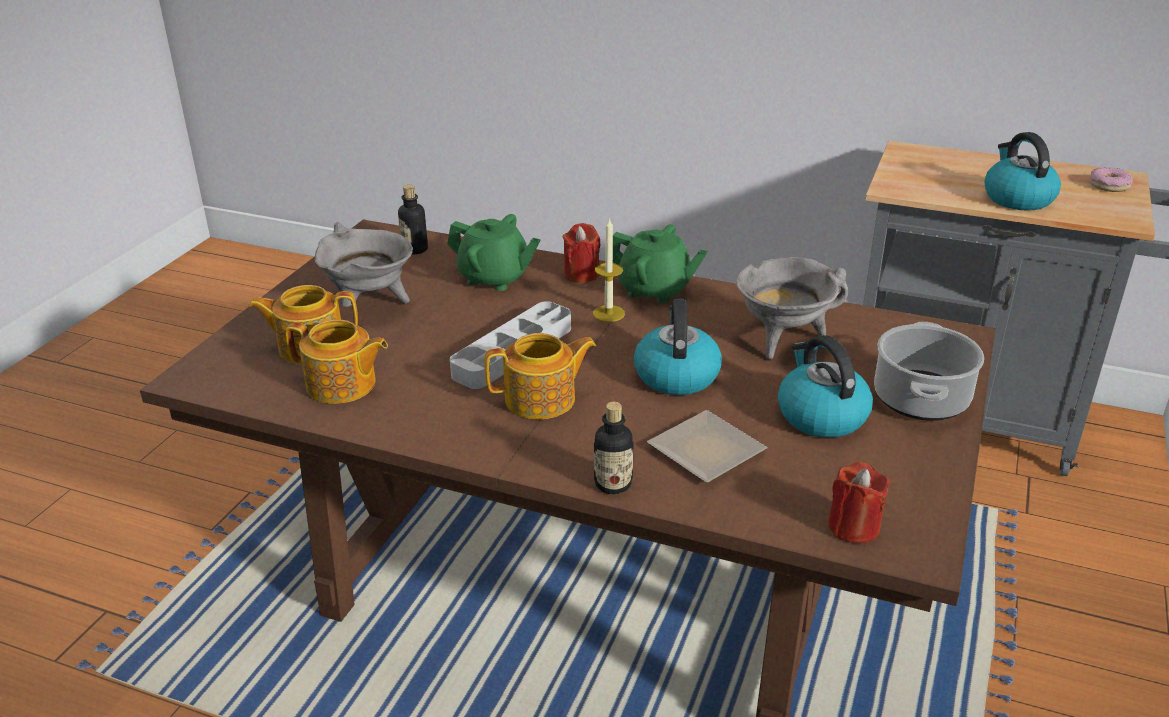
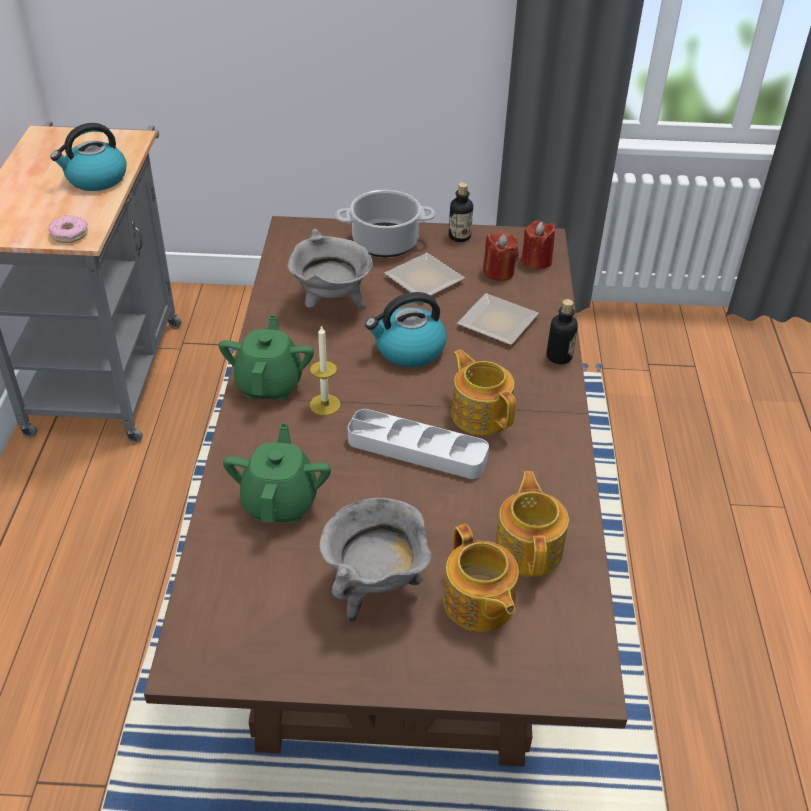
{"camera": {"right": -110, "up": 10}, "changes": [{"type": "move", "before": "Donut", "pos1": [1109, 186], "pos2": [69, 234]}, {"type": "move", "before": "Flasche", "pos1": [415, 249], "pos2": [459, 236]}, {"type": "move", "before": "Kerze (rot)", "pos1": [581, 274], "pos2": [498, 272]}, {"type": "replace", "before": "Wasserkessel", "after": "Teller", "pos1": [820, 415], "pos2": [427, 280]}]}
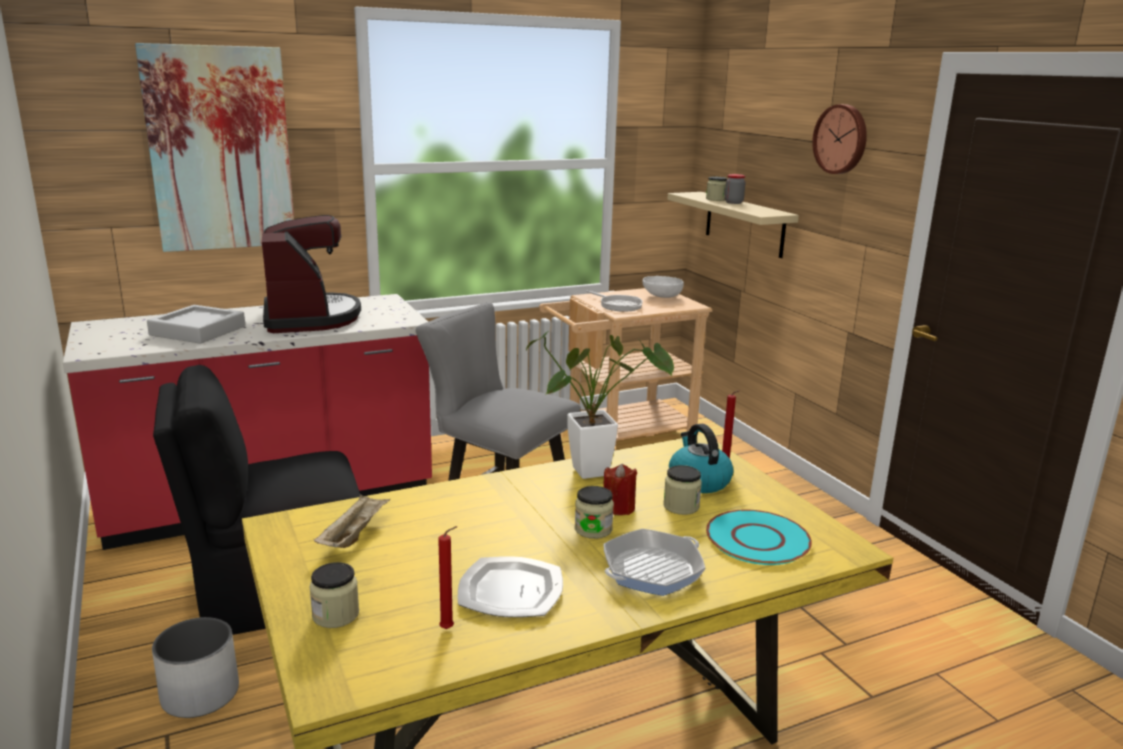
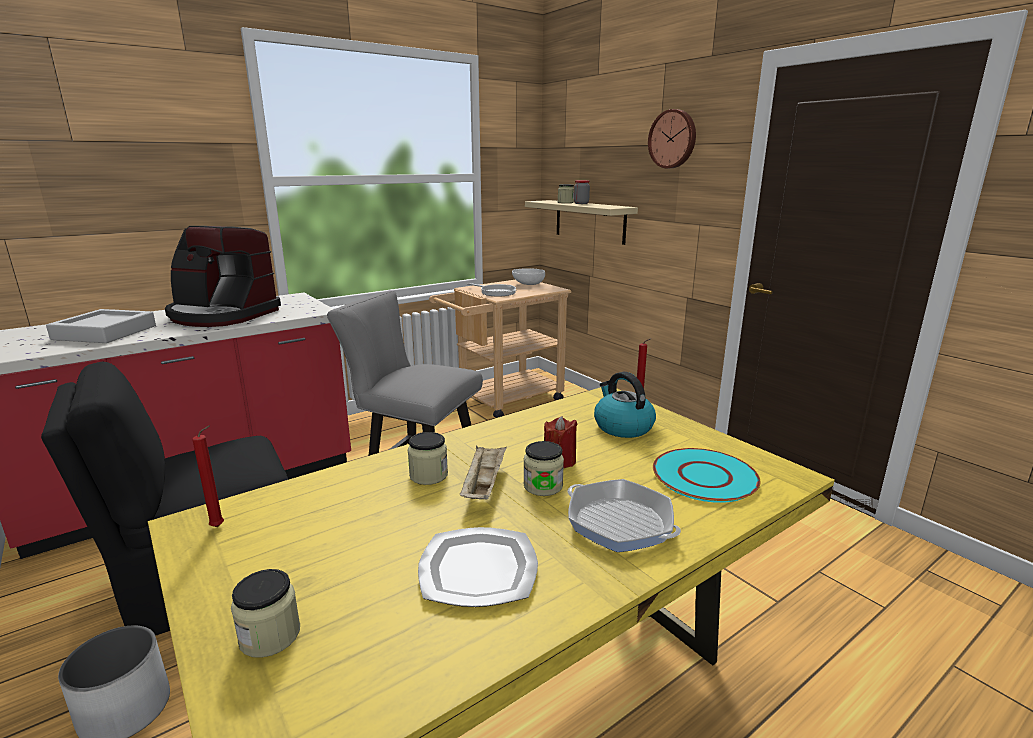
{"camera": {"right": -10, "up": 0}, "changes": [{"type": "delete", "before": "Bild", "pos1": [220, 149]}, {"type": "rotate", "before": "Kaffeemaschine", "pos1": [310, 318], "pos2": [222, 315], "turn": 135}, {"type": "delete", "before": "Topfpflanze", "pos1": [599, 471]}, {"type": "move", "before": "Vorratsglas", "pos1": [681, 506], "pos2": [428, 475]}, {"type": "move", "before": "Tablett (beige)", "pos1": [353, 535], "pos2": [484, 485]}, {"type": "move", "before": "Kerze (rot)", "pos1": [449, 629], "pos2": [220, 526]}, {"type": "rotate", "before": "Pfanne", "pos1": [652, 570], "pos2": [619, 522], "turn": -90}]}
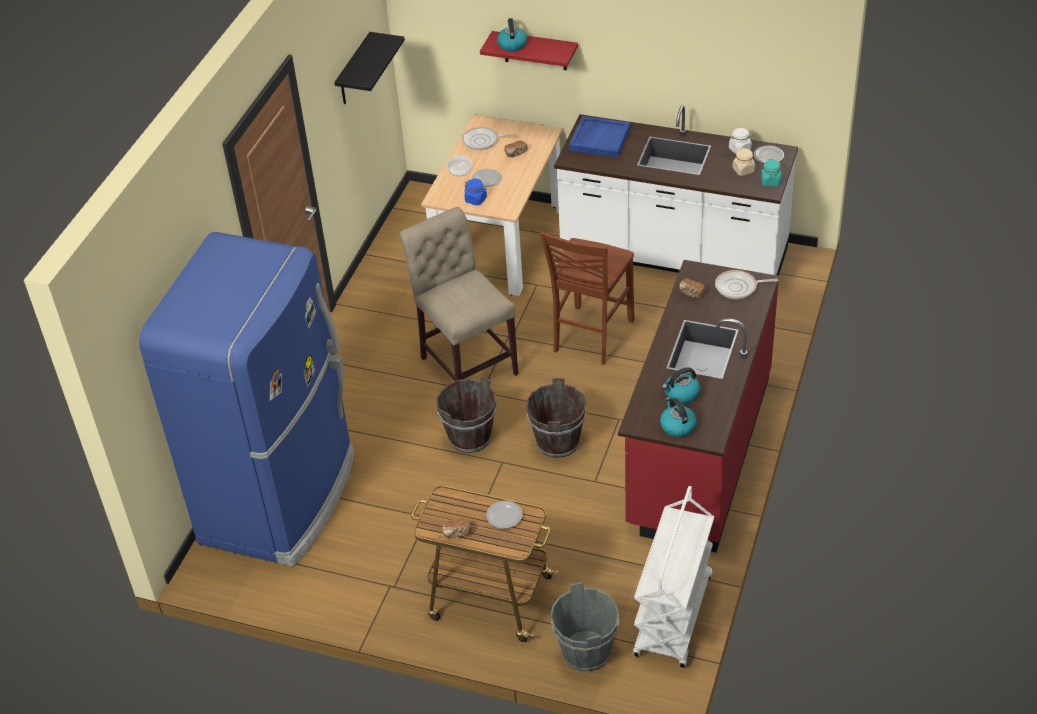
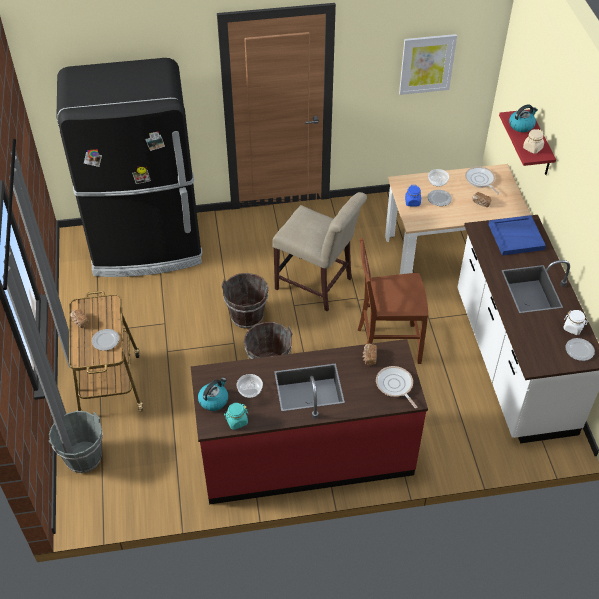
{"camera": {"right": 60, "up": 5}, "changes": [{"type": "replace", "before": "Wandregal (schwarz)", "after": "Bild", "pos1": [354, 71], "pos2": [427, 64]}, {"type": "move", "before": "Vorratsglas (beige)", "pos1": [743, 170], "pos2": [532, 148]}, {"type": "move", "before": "Vorratsglas (türkis)", "pos1": [770, 182], "pos2": [236, 421]}, {"type": "rotate", "before": "Stuhl (beige)", "pos1": [466, 362], "pos2": [317, 285], "turn": 90}, {"type": "recolor", "before": "Kühlschrank (blau)", "after": "Kühlschrank (schwarz)", "pos1": [281, 498], "pos2": [147, 246]}, {"type": "replace", "before": "Wasserkessel", "after": "Schüssel", "pos1": [681, 394], "pos2": [250, 390]}, {"type": "delete", "before": "Rollwagen (weiß)", "pos1": [674, 617]}]}
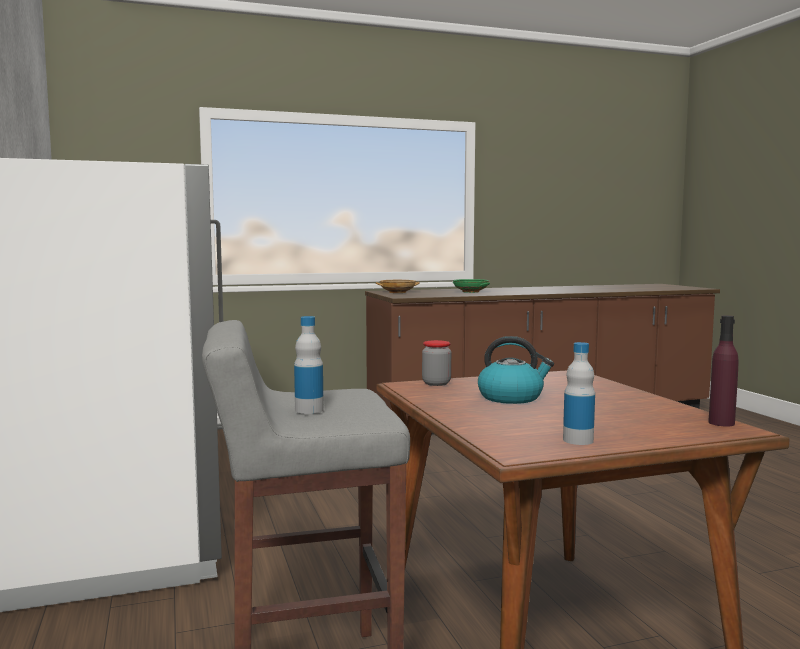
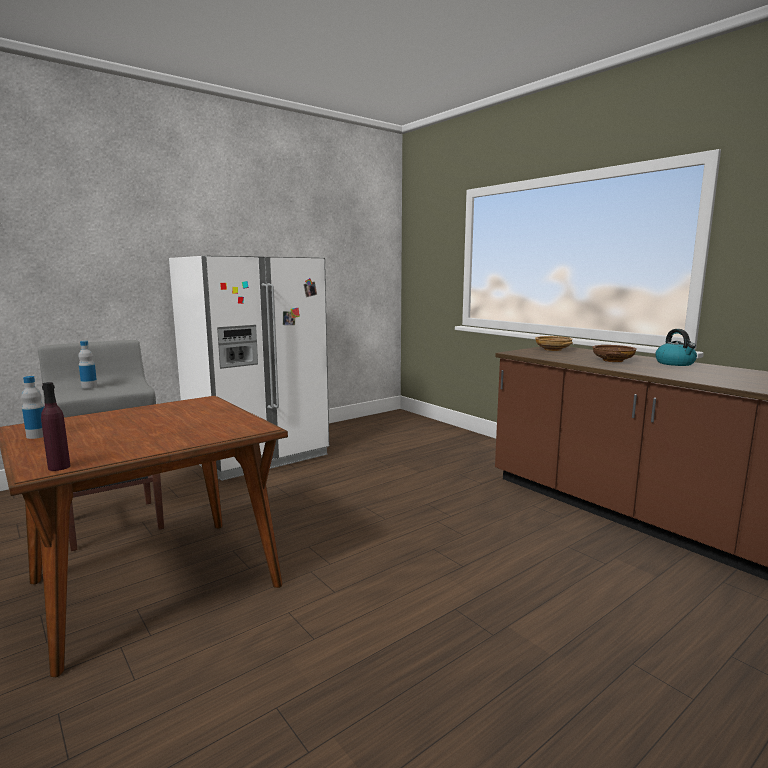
{"camera": {"right": 70, "up": 5}, "changes": [{"type": "recolor", "before": "Schüssel (grün)", "after": "Schüssel (braun)", "pos1": [470, 292], "pos2": [612, 360]}, {"type": "move", "before": "Wasserkessel", "pos1": [511, 397], "pos2": [675, 363]}, {"type": "delete", "before": "Vorratsglas", "pos1": [436, 383]}]}
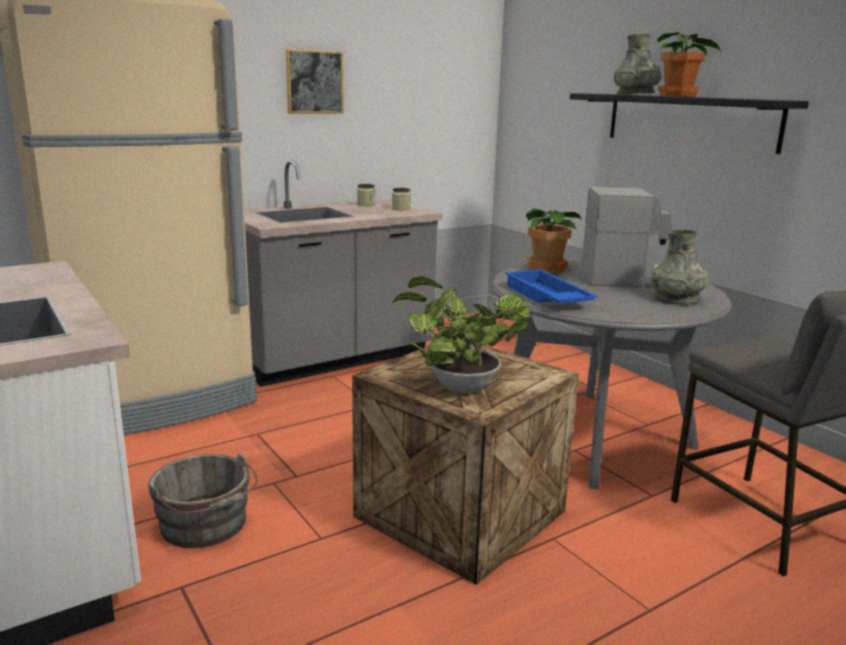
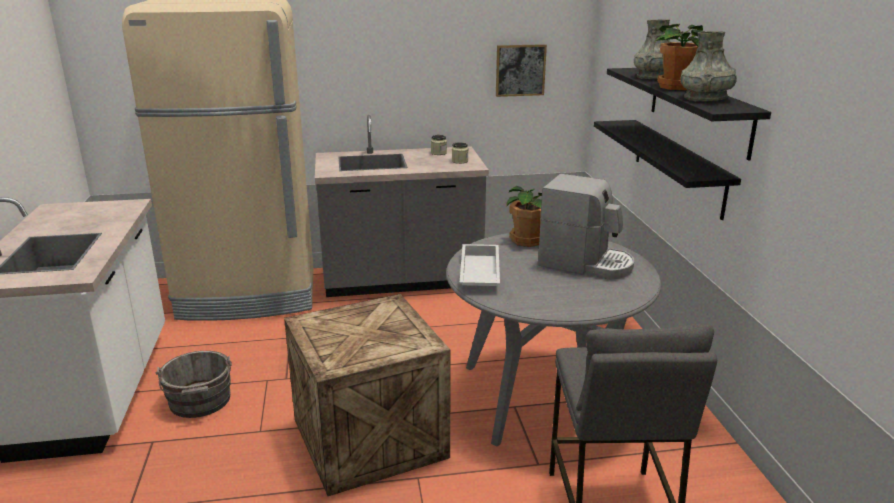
{"camera": {"right": 25, "up": 5}, "changes": [{"type": "move", "before": "Bild", "pos1": [314, 82], "pos2": [520, 70]}, {"type": "move", "before": "Vase (grau)", "pos1": [676, 298], "pos2": [705, 98]}, {"type": "recolor", "before": "Tablett (blau)", "after": "Tablett (weiß)", "pos1": [545, 297], "pos2": [478, 273]}, {"type": "delete", "before": "Topfpflanze", "pos1": [457, 386]}, {"type": "insert", "after": "Wandregal (schwarz)", "pos2": [678, 166]}]}
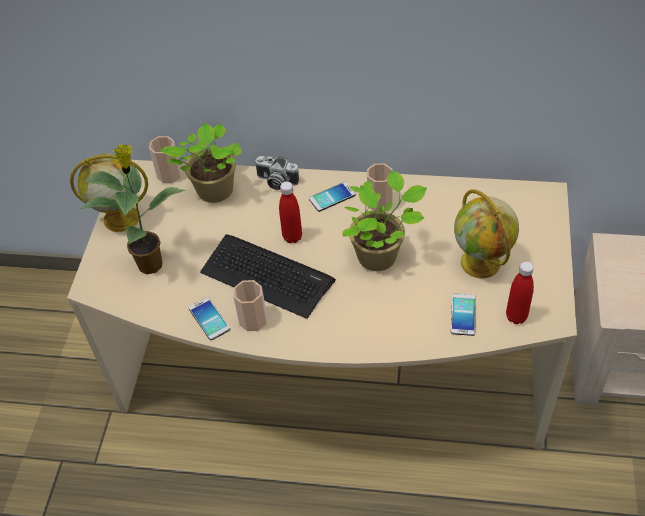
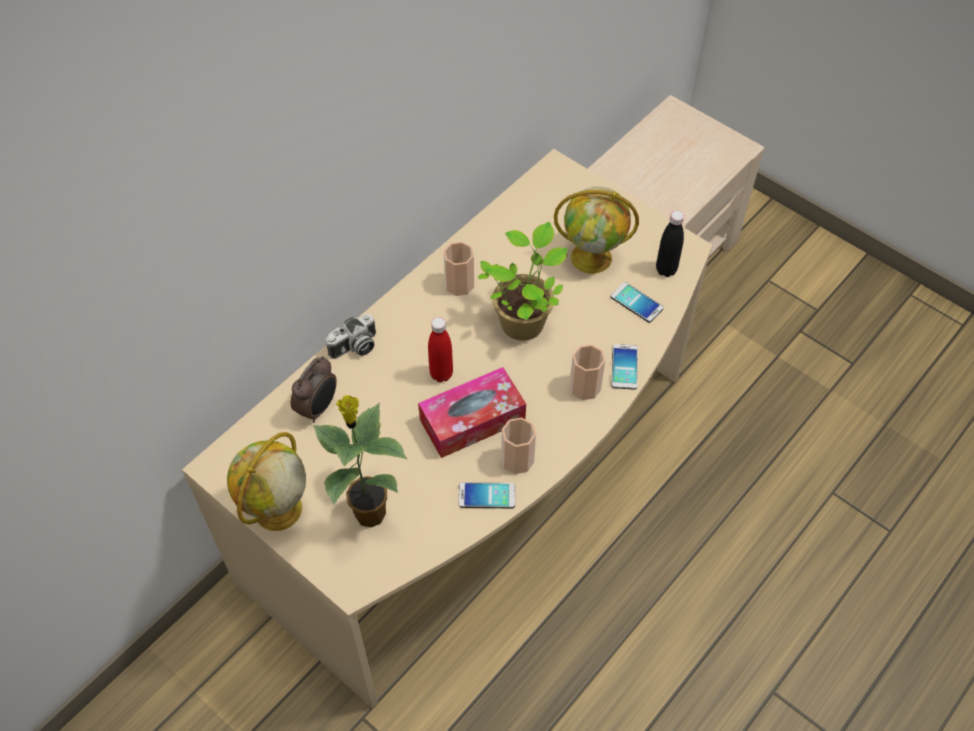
{"camera": {"right": -60, "up": 5}, "changes": [{"type": "replace", "before": "Topfpflanze", "after": "Wecker", "pos1": [213, 192], "pos2": [318, 408]}, {"type": "move", "before": "Tasse", "pos1": [169, 174], "pos2": [585, 387]}, {"type": "move", "before": "Handy", "pos1": [332, 197], "pos2": [624, 367]}, {"type": "replace", "before": "Tastatur", "after": "Taschentuchbox", "pos1": [267, 276], "pos2": [472, 420]}, {"type": "recolor", "before": "Flasche (rot)", "after": "Flasche (schwarz)", "pos1": [516, 316], "pos2": [666, 270]}]}
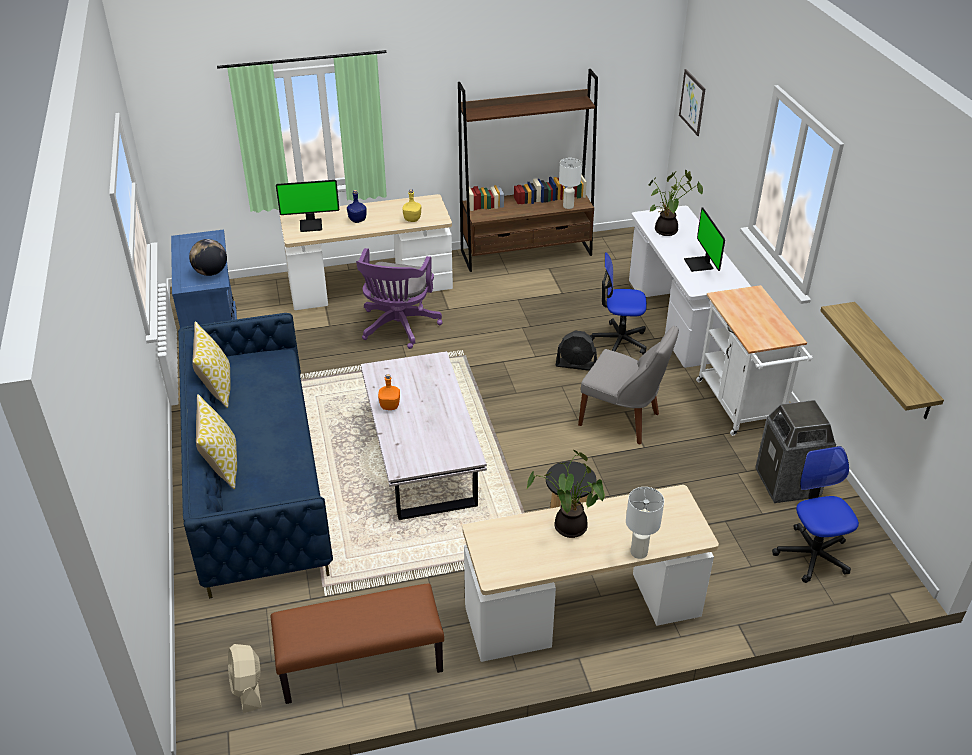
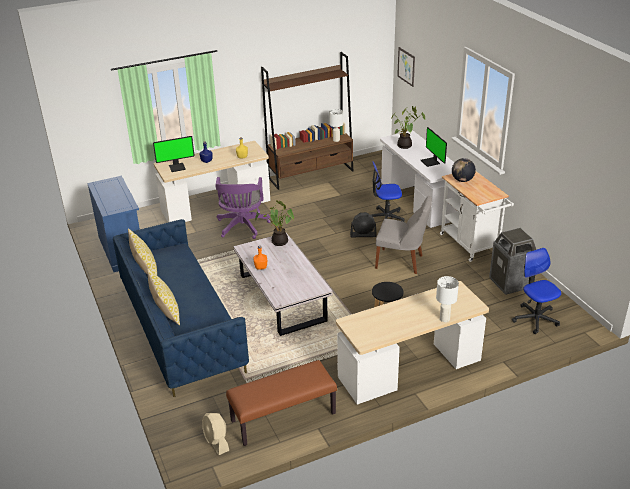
{"camera": {"right": -10, "up": -5}, "changes": [{"type": "move", "before": "Globus", "pos1": [211, 272], "pos2": [462, 180]}, {"type": "delete", "before": "Wandregal", "pos1": [892, 361]}, {"type": "move", "before": "Topfpflanze", "pos1": [567, 528], "pos2": [278, 242]}]}
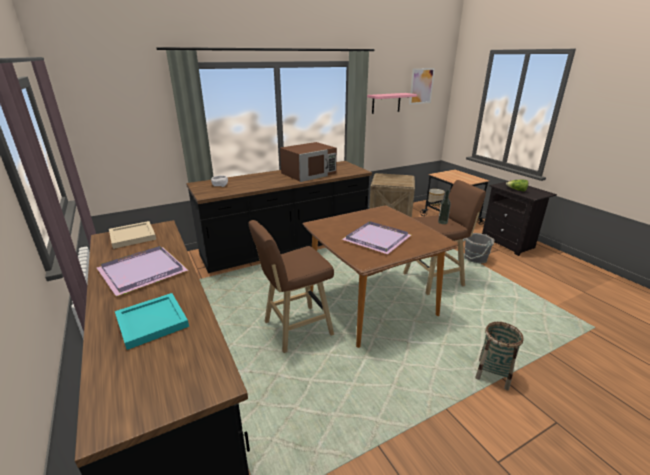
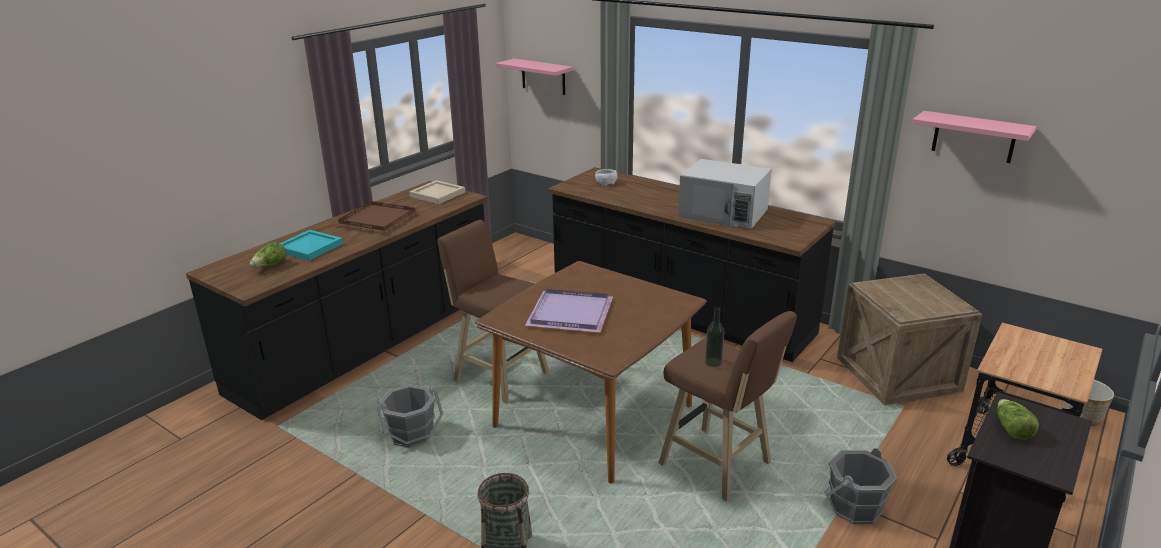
{"camera": {"right": 65, "up": 0}, "changes": [{"type": "delete", "before": "Bild", "pos1": [421, 86]}, {"type": "recolor", "before": "Mikrowelle (braun)", "after": "Mikrowelle (weiß)", "pos1": [309, 173], "pos2": [724, 213]}, {"type": "recolor", "before": "Tablett (lila)", "after": "Tablett (braun)", "pos1": [142, 272], "pos2": [376, 220]}, {"type": "insert", "after": "Wandregal (rosa)", "pos2": [543, 76]}, {"type": "insert", "after": "Salatkopf", "pos2": [270, 266]}, {"type": "insert", "after": "Eimer (grau)", "pos2": [412, 435]}]}
